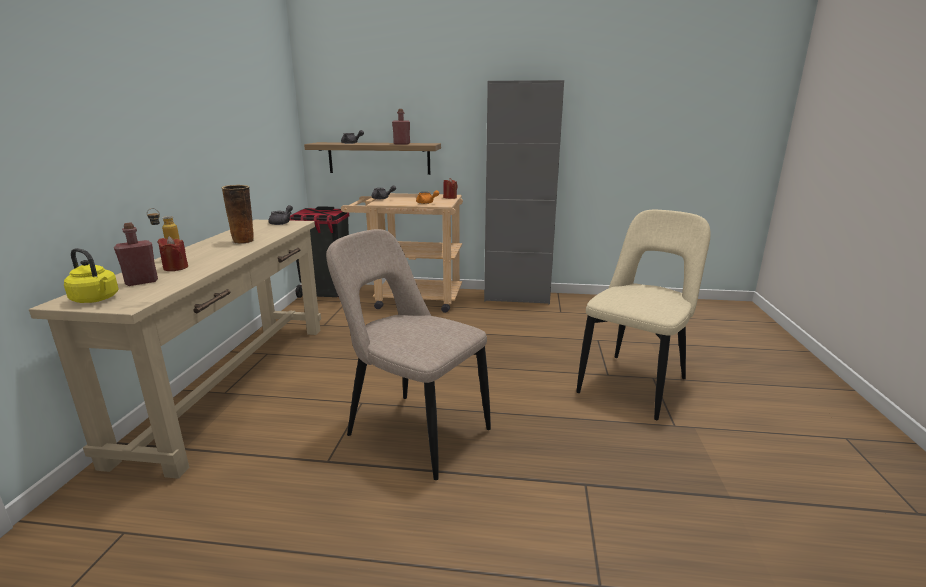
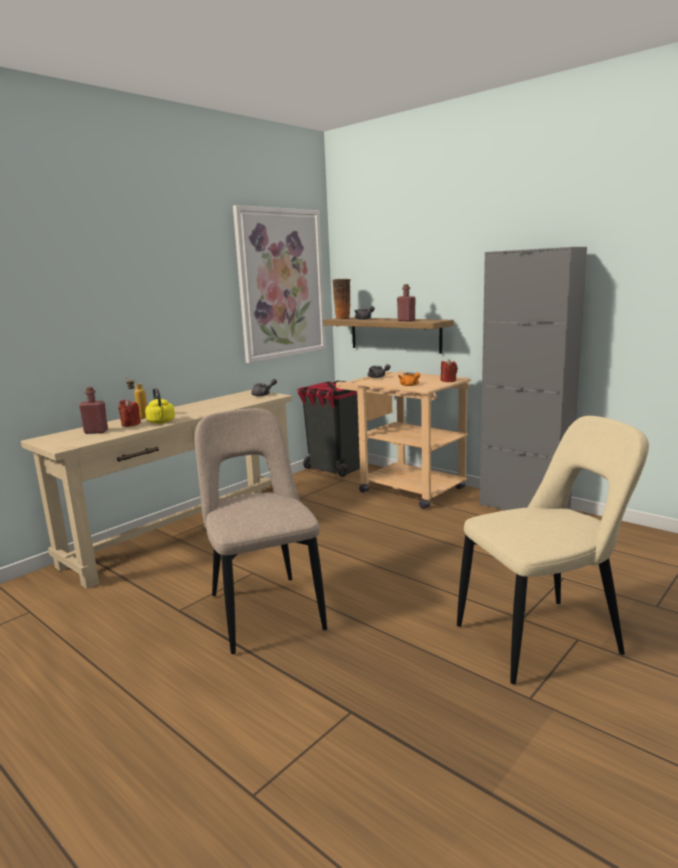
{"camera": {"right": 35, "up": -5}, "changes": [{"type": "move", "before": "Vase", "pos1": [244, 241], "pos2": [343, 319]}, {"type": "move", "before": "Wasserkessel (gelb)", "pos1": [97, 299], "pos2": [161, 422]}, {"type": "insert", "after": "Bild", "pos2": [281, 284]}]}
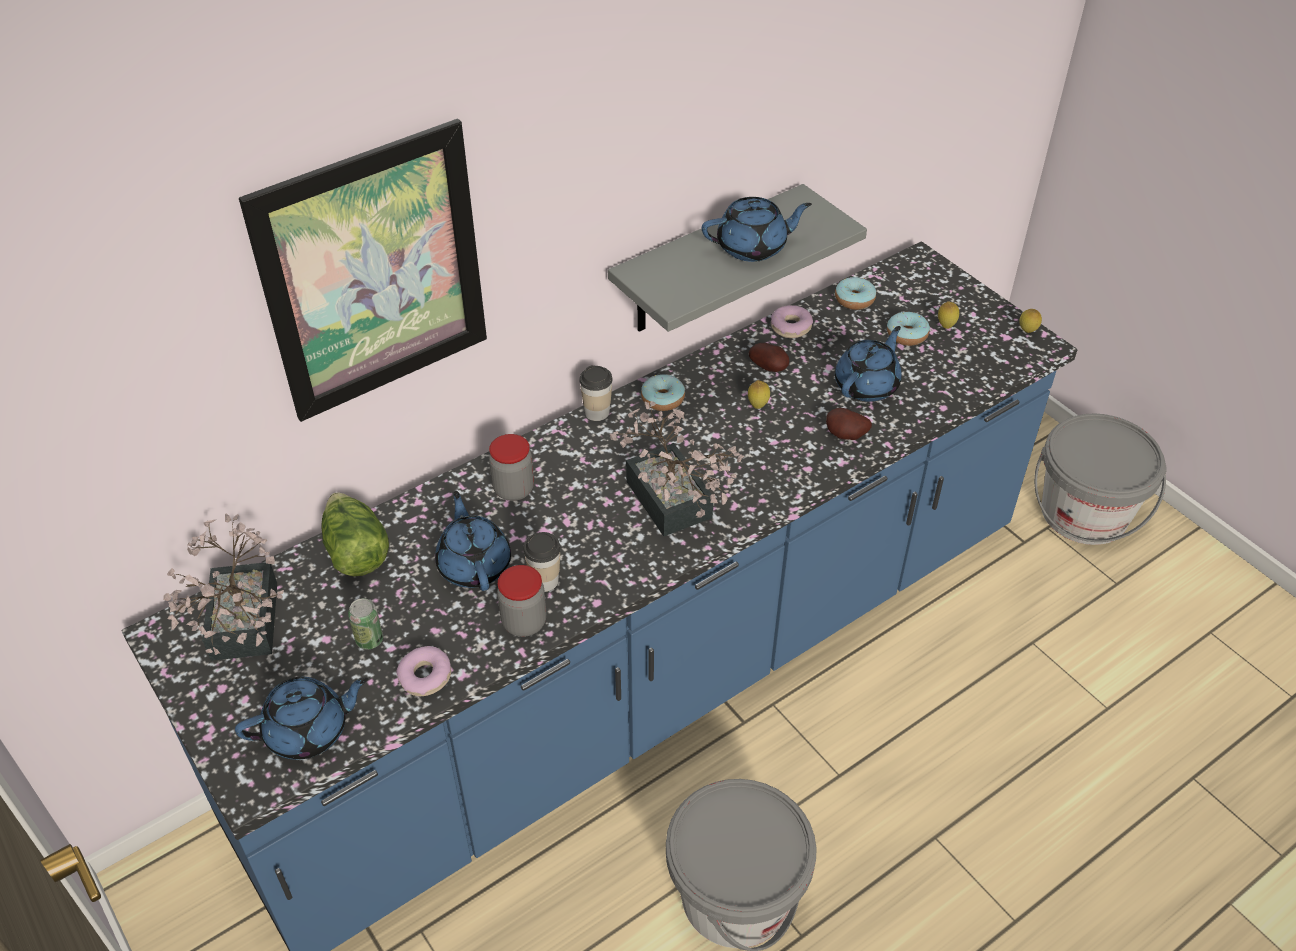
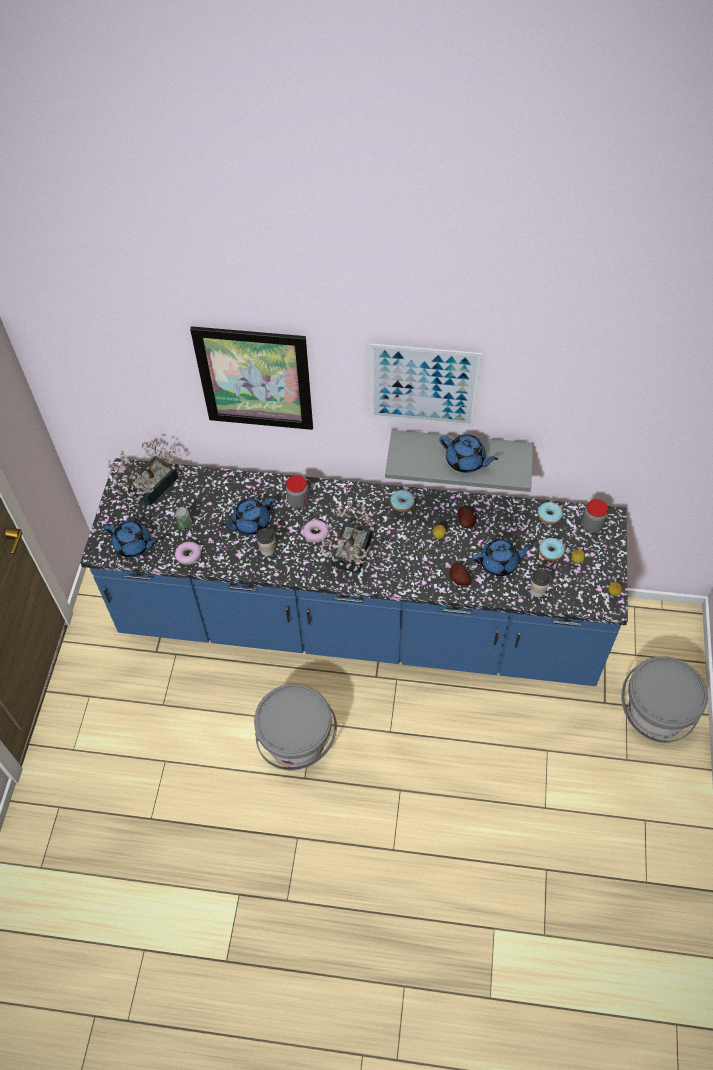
{"camera": {"right": 45, "up": 10}, "changes": [{"type": "move", "before": "Donut", "pos1": [791, 327], "pos2": [316, 533]}, {"type": "move", "before": "Tasse", "pos1": [597, 412], "pos2": [537, 591]}, {"type": "rotate", "before": "Teekanne (blau)", "pos1": [474, 564], "pos2": [250, 523], "turn": -150}, {"type": "delete", "before": "Salatkopf", "pos1": [355, 551]}, {"type": "move", "before": "Vorratsglas", "pos1": [524, 622], "pos2": [591, 525]}, {"type": "insert", "after": "Bild", "pos2": [423, 386]}]}
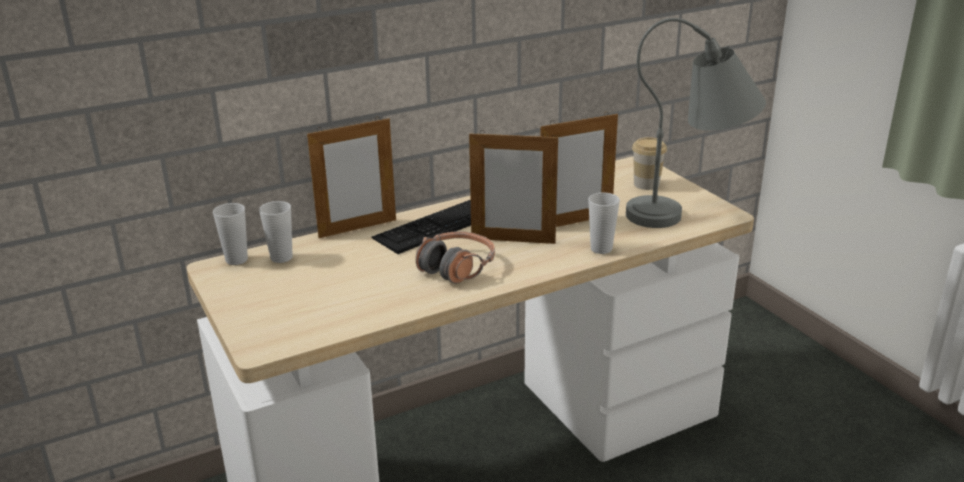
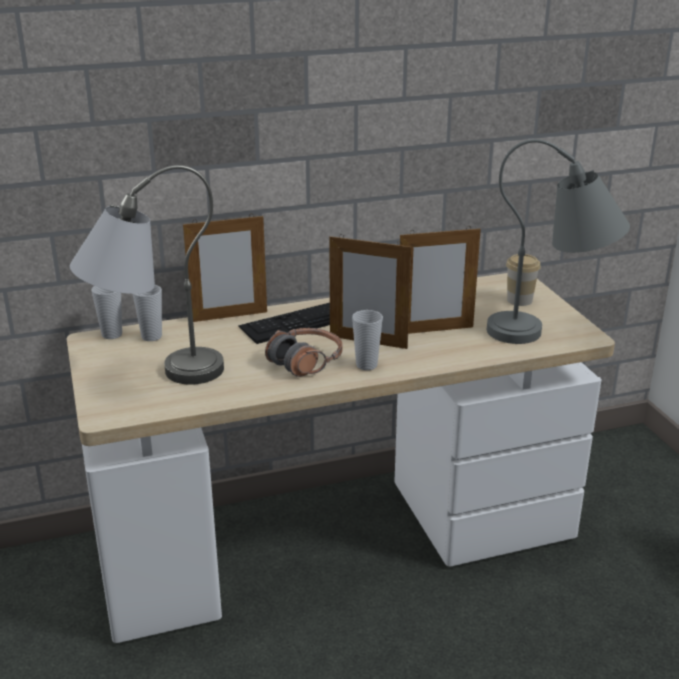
{"camera": {"right": 10, "up": 0}, "changes": [{"type": "move", "before": "Tasse", "pos1": [601, 249], "pos2": [366, 365]}, {"type": "insert", "after": "Tischlampe (grau)", "pos2": [153, 375]}]}
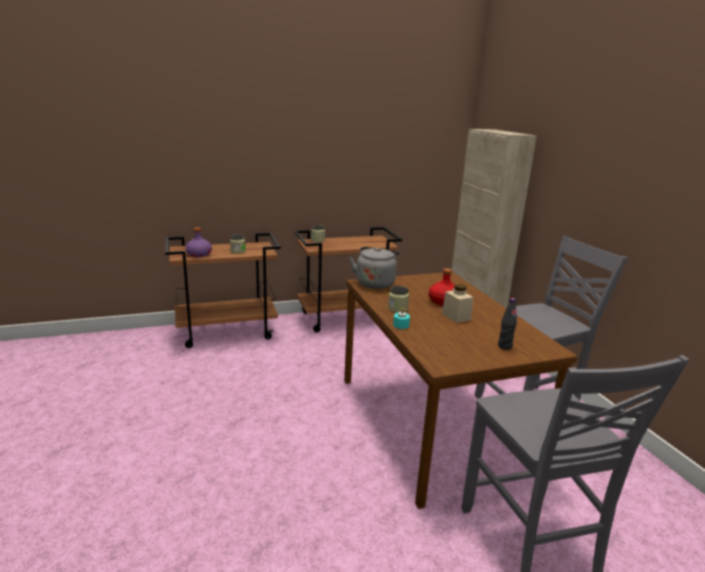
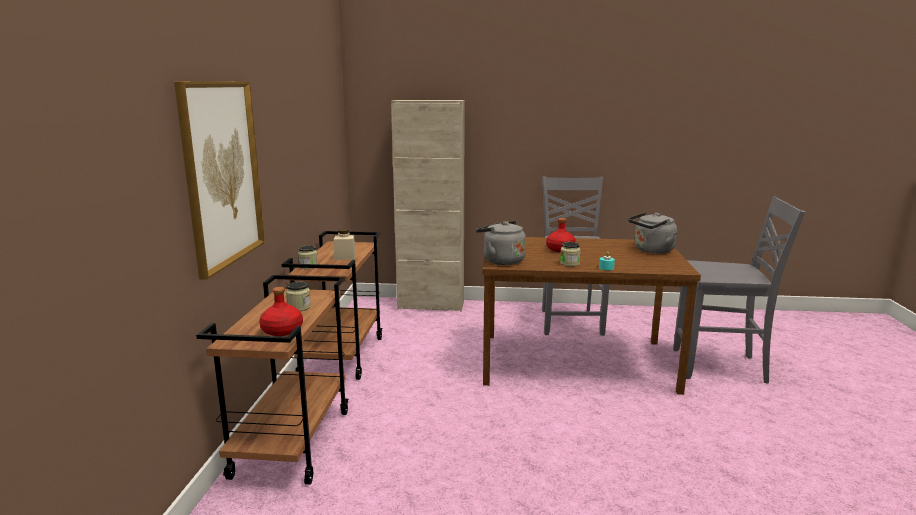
{"camera": {"right": -65, "up": -5}, "changes": [{"type": "recolor", "before": "Flasche (lila)", "after": "Flasche (rot)", "pos1": [198, 254], "pos2": [281, 331]}, {"type": "move", "before": "Vorratsglas (beige)", "pos1": [456, 316], "pos2": [345, 257]}, {"type": "replace", "before": "Flasche (schwarz)", "after": "Wasserkessel (grau)", "pos1": [504, 346], "pos2": [651, 250]}, {"type": "insert", "after": "Bild", "pos2": [222, 174]}]}
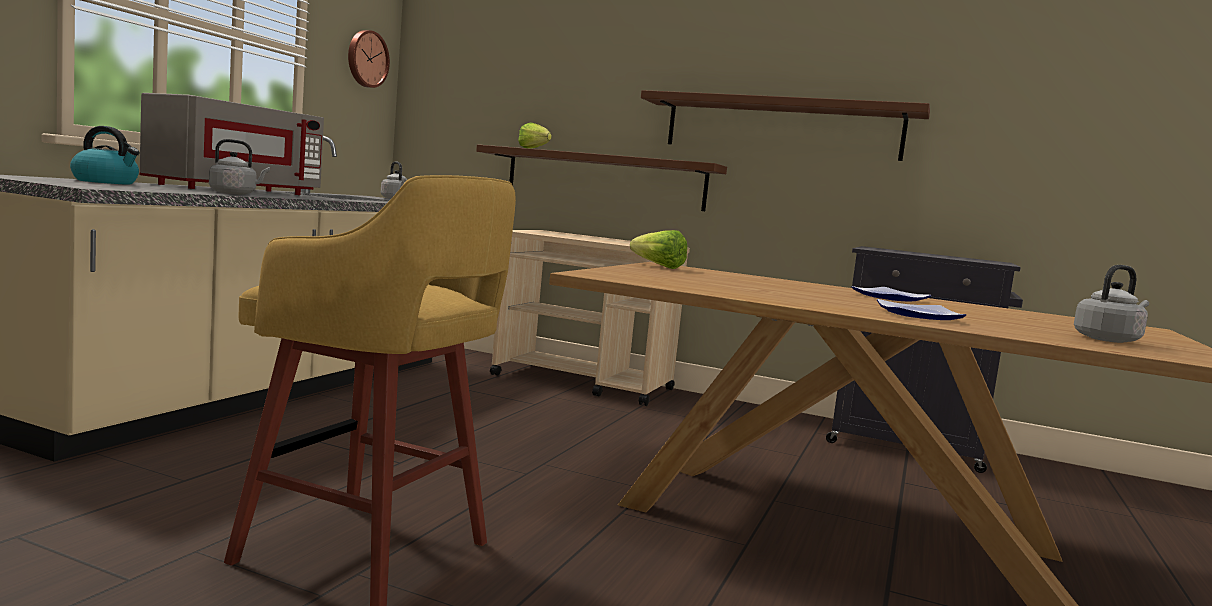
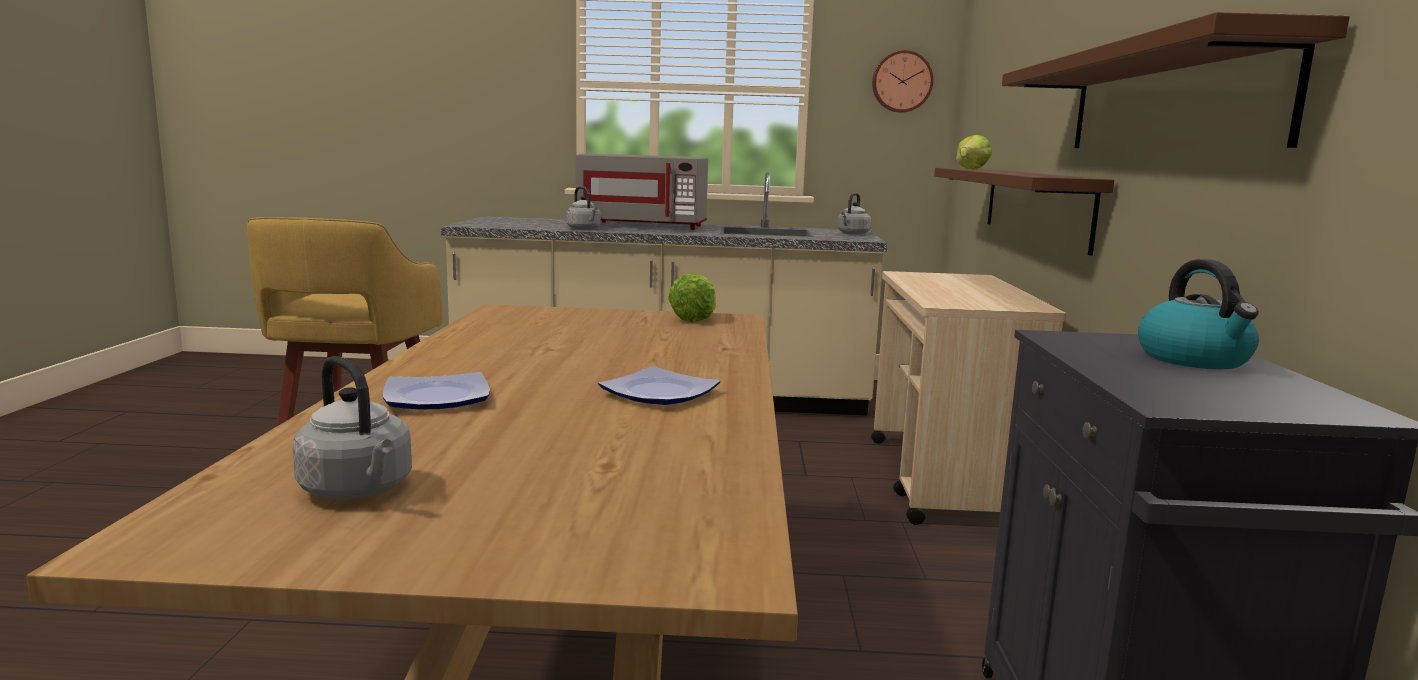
{"camera": {"right": 70, "up": 5}, "changes": [{"type": "move", "before": "Wasserkessel", "pos1": [106, 182], "pos2": [1195, 360]}]}
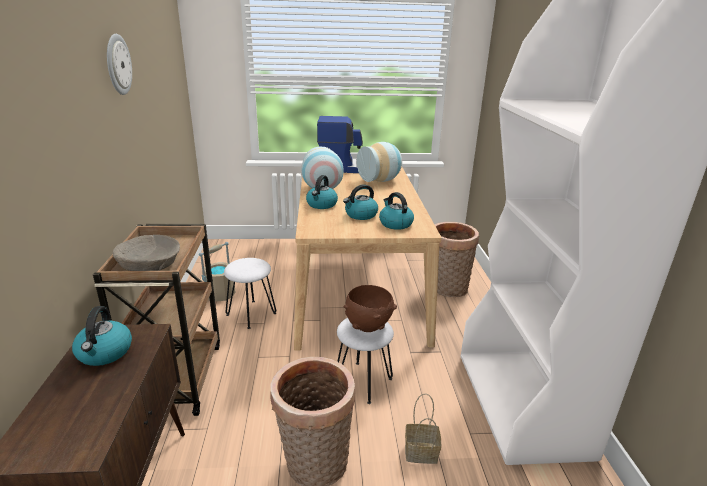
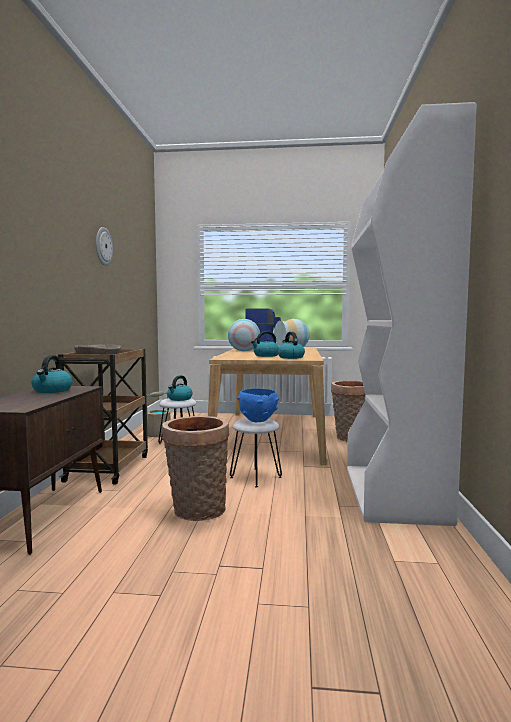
{"camera": {"right": 10, "up": -20}, "changes": [{"type": "move", "before": "Wasserkessel", "pos1": [321, 205], "pos2": [179, 399]}, {"type": "recolor", "before": "Schüssel (braun)", "after": "Schüssel (blau)", "pos1": [368, 327], "pos2": [258, 421]}, {"type": "delete", "before": "Korb", "pos1": [422, 452]}]}
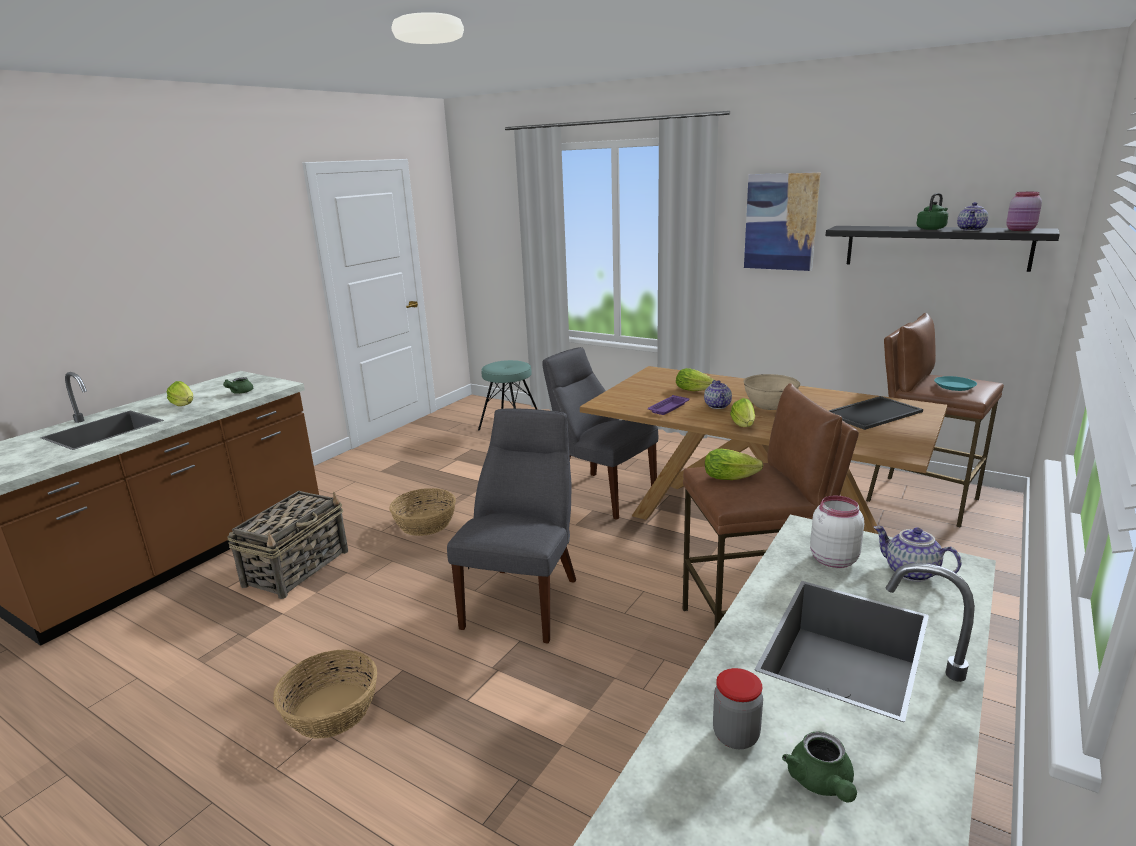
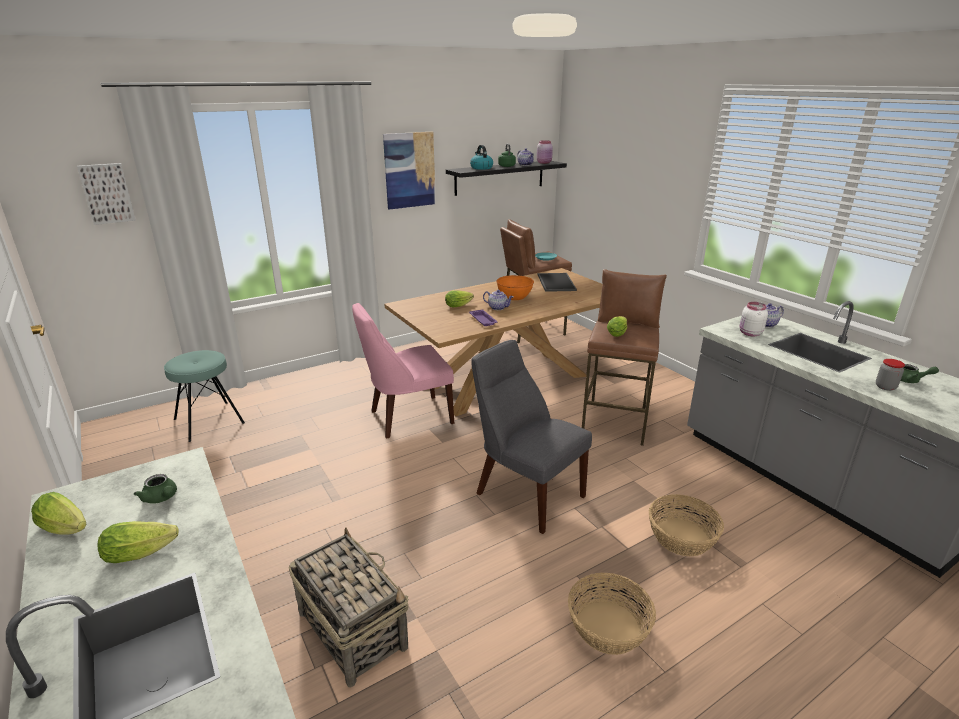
{"camera": {"right": -65, "up": 5}, "changes": [{"type": "recolor", "before": "Stuhl (grau)", "after": "Stuhl (rosa)", "pos1": [600, 493], "pos2": [407, 417]}, {"type": "recolor", "before": "Schüssel (beige)", "after": "Schüssel (orange)", "pos1": [770, 405], "pos2": [514, 297]}, {"type": "move", "before": "Salatkopf", "pos1": [744, 425], "pos2": [66, 528]}, {"type": "move", "before": "Korb", "pos1": [425, 523], "pos2": [681, 537]}, {"type": "insert", "after": "Wasserkessel", "pos2": [481, 168]}, {"type": "insert", "after": "Bild", "pos2": [107, 193]}]}
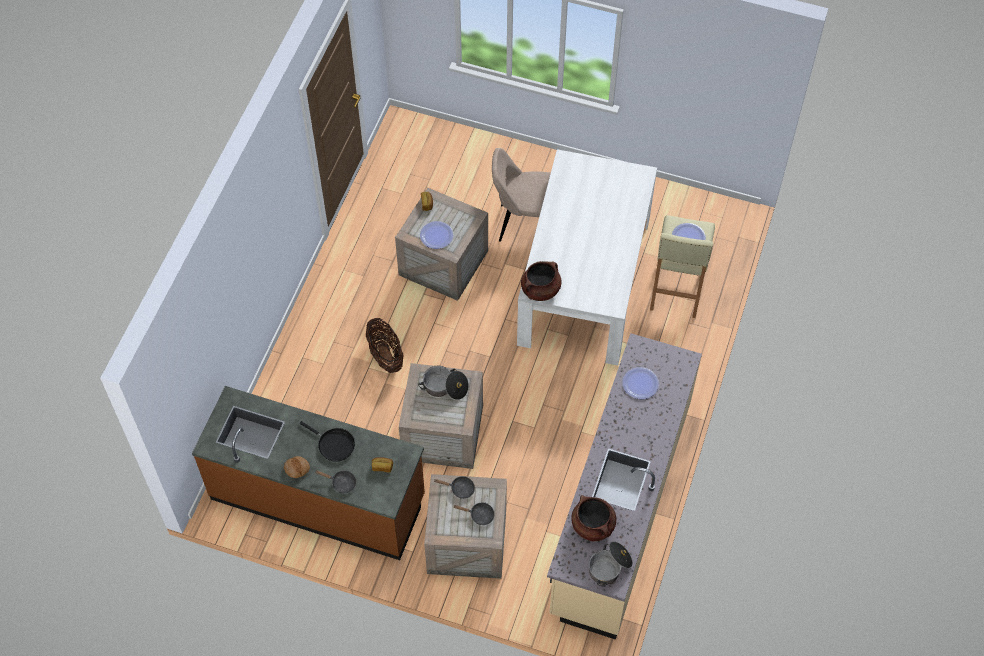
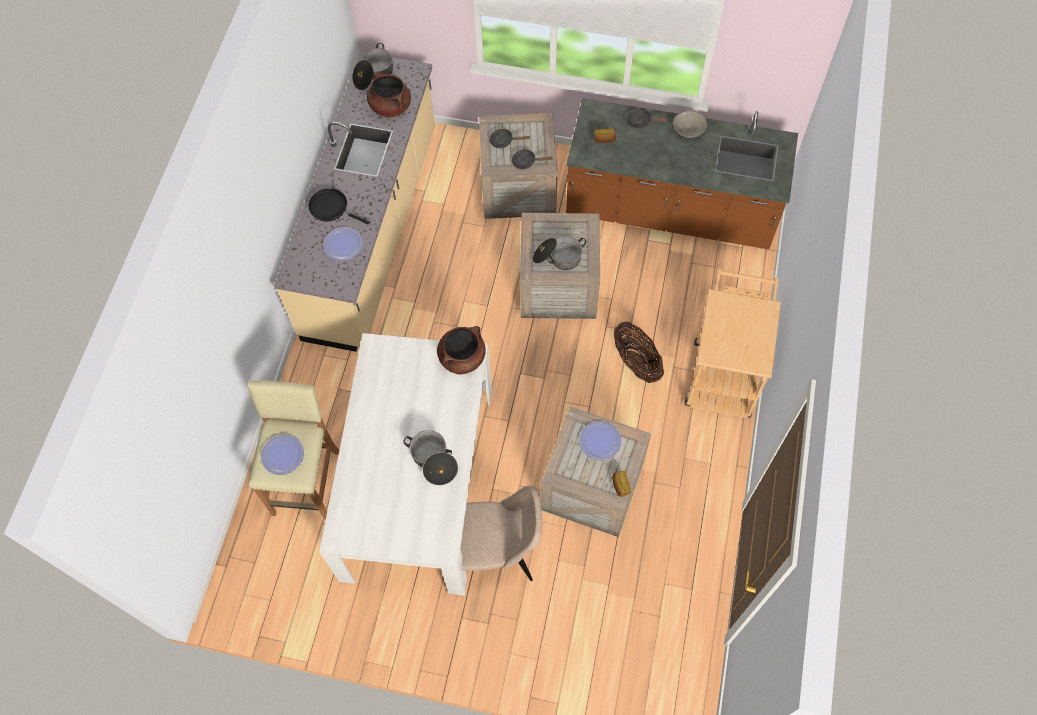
{"camera": {"right": 175, "up": 5}, "changes": [{"type": "move", "before": "Pfanne (schwarz)", "pos1": [334, 444], "pos2": [331, 208]}, {"type": "replace", "before": "Brot", "after": "Schüssel (grau)", "pos1": [297, 468], "pos2": [688, 129]}, {"type": "insert", "after": "Rollwagen (beige)", "pos2": [722, 370]}, {"type": "insert", "after": "Kochtopf", "pos2": [433, 461]}]}
